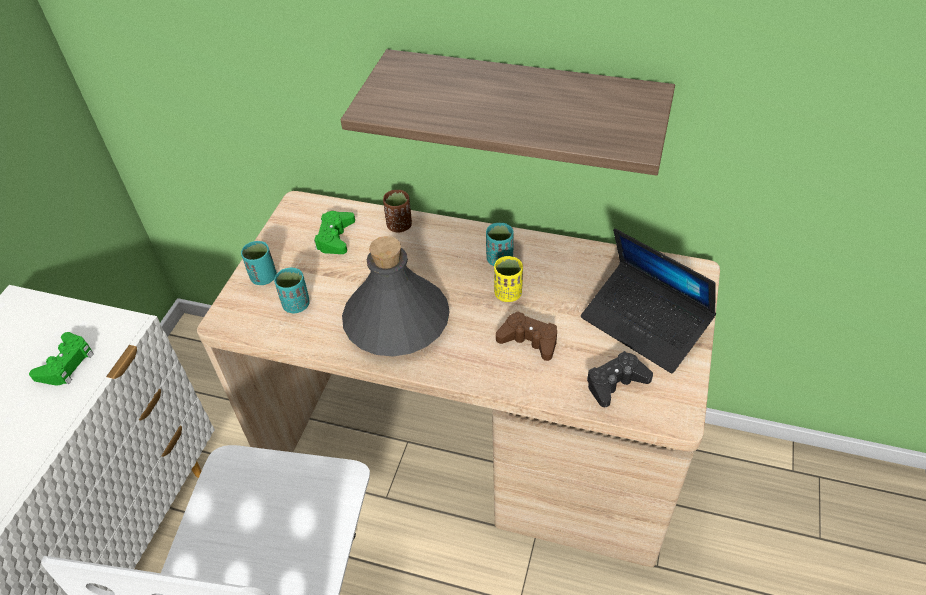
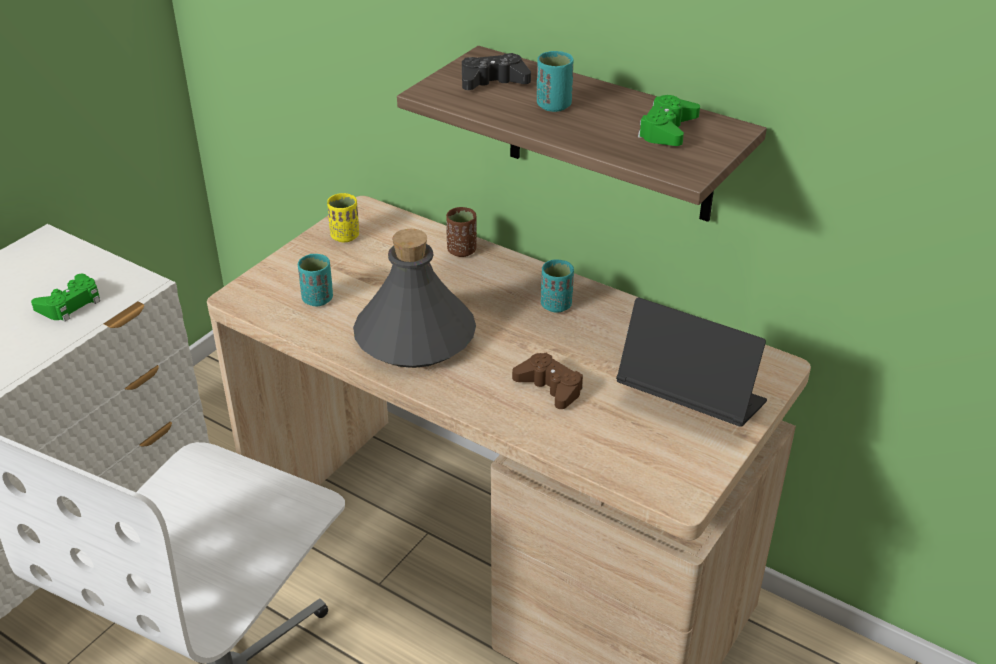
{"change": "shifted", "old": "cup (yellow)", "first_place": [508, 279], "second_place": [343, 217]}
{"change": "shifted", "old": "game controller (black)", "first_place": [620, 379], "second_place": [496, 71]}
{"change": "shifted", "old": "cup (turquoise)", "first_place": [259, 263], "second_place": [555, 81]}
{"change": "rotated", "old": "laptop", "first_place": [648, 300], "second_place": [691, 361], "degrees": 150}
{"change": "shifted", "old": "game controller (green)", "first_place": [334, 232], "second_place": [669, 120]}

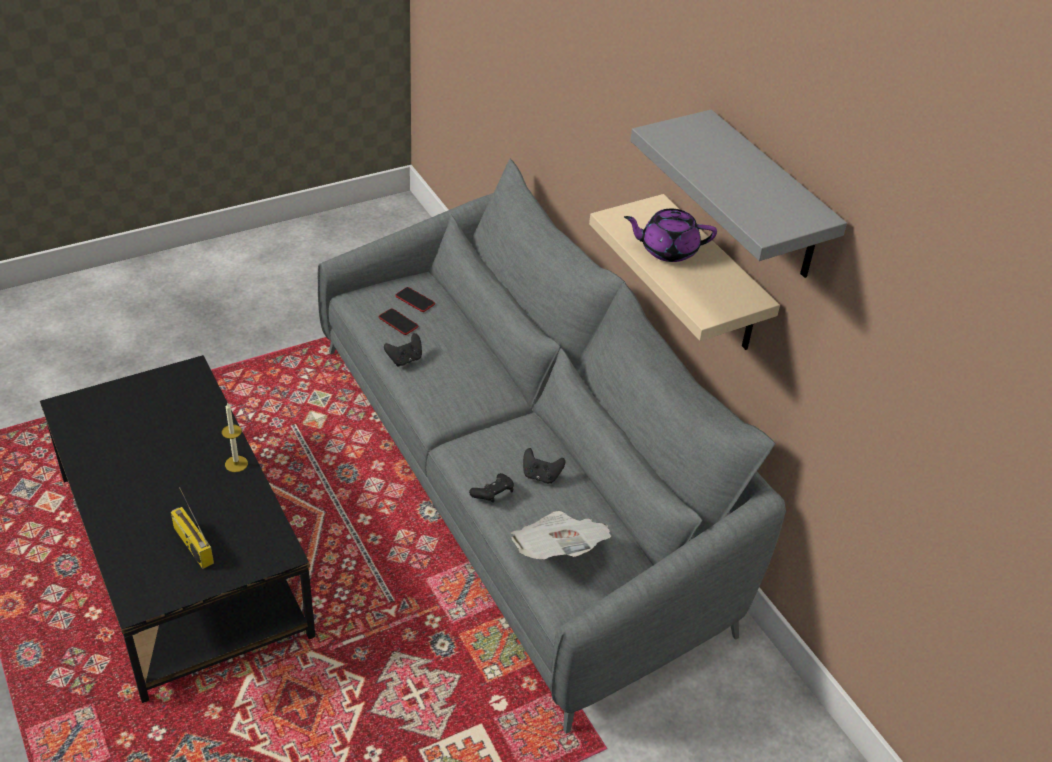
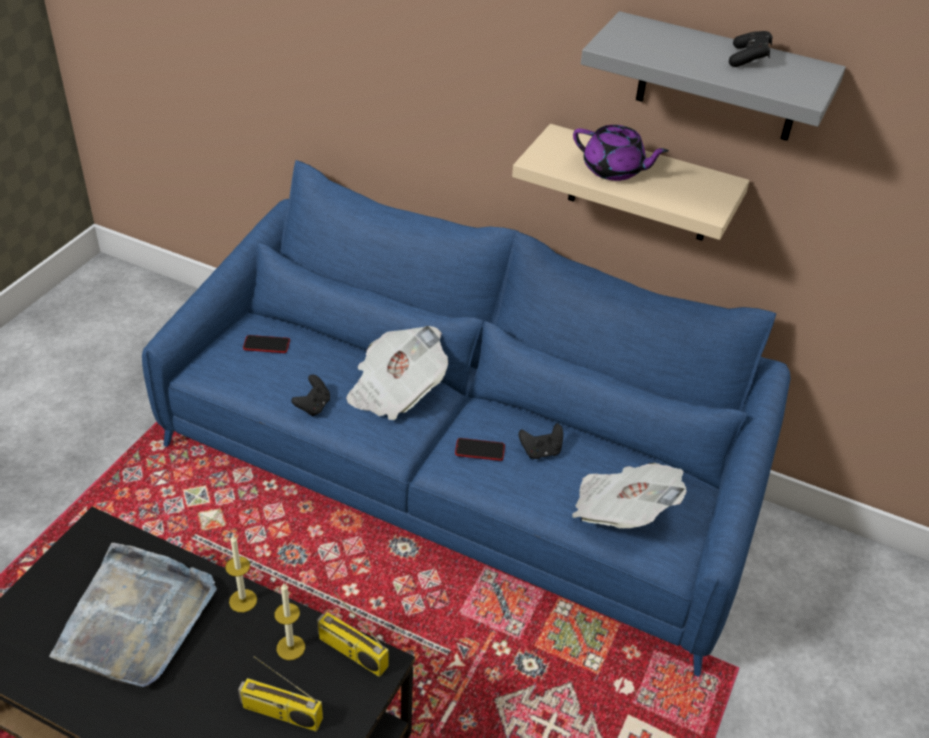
{"change": "new", "new": "tray (grey)", "second_place": [133, 615]}
{"change": "repainted", "old": "sofa (grey)", "new": "sofa (blue)", "first_place": [552, 446], "second_place": [466, 418]}
{"change": "new", "new": "candle", "second_place": [289, 621]}
{"change": "new", "new": "radio", "second_place": [353, 634]}
{"change": "new", "new": "newspaper", "second_place": [397, 373]}
{"change": "shifted", "old": "phone", "first_place": [398, 321], "second_place": [480, 449]}
{"change": "rotated", "old": "teapot (purple)", "first_place": [670, 235], "second_place": [621, 153], "degrees": -120}
{"change": "shifted", "old": "game controller (black)", "first_place": [491, 488], "second_place": [751, 49]}

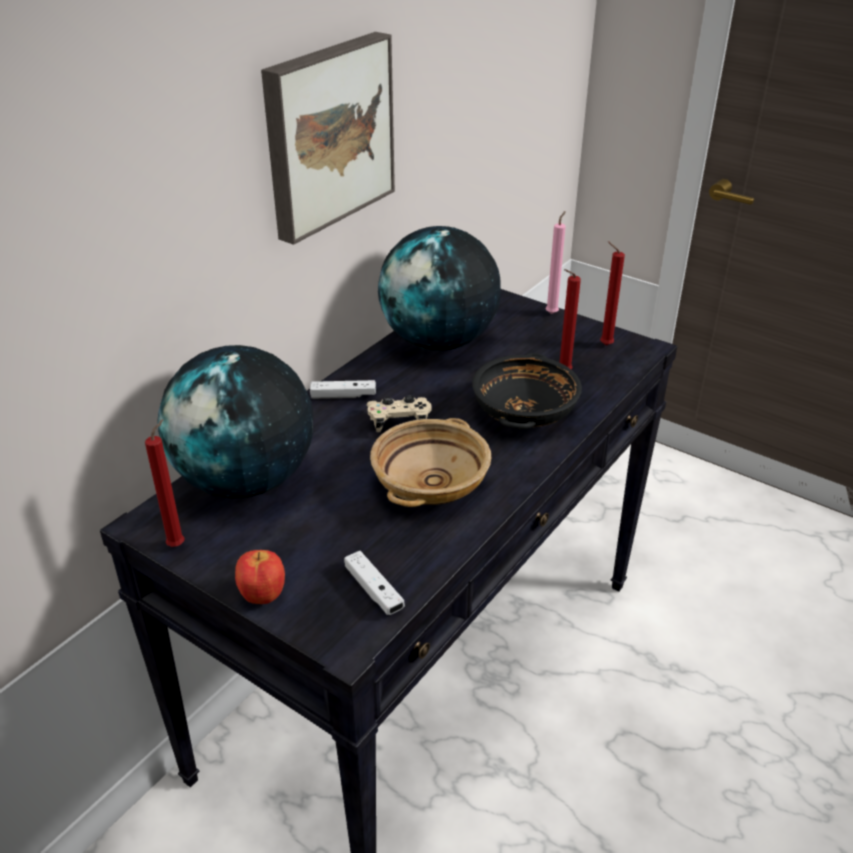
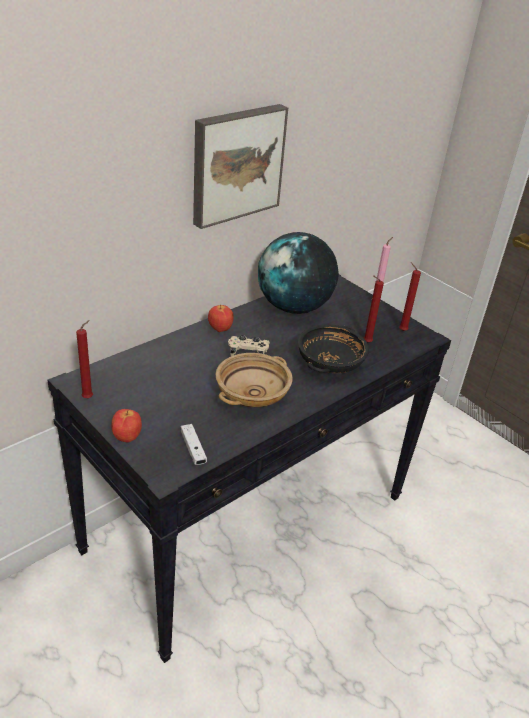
{"change": "swapped", "old": "game controller (white)", "new": "apple", "first_place": [343, 389], "second_place": [221, 318]}
{"change": "gone", "old": "globe", "first_place": [235, 421]}

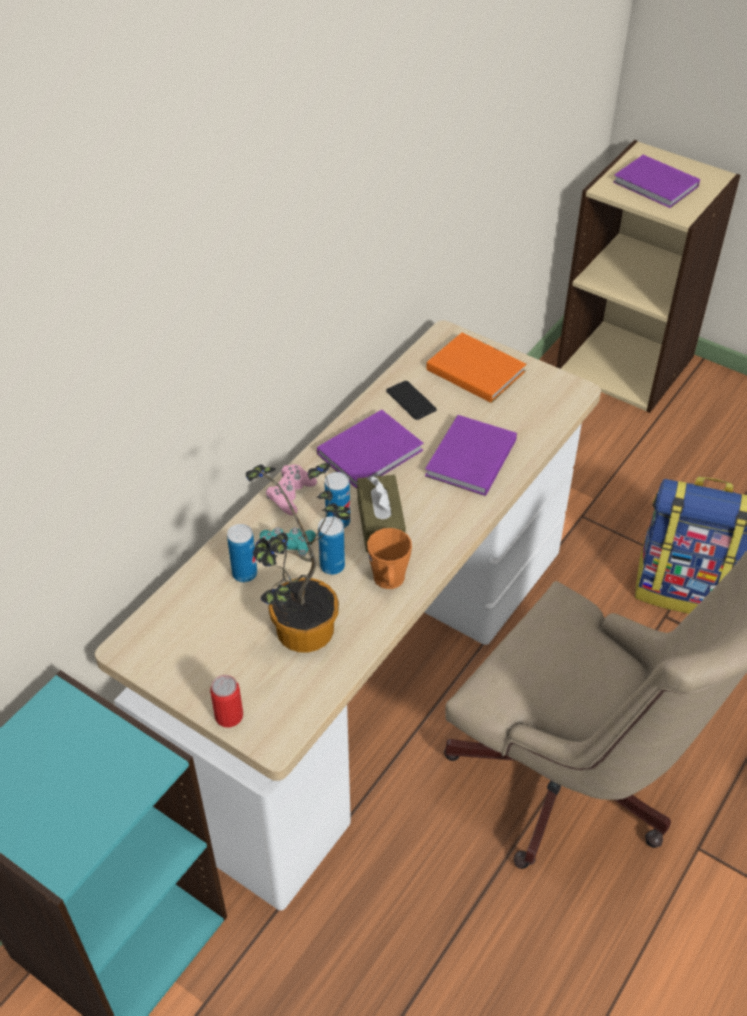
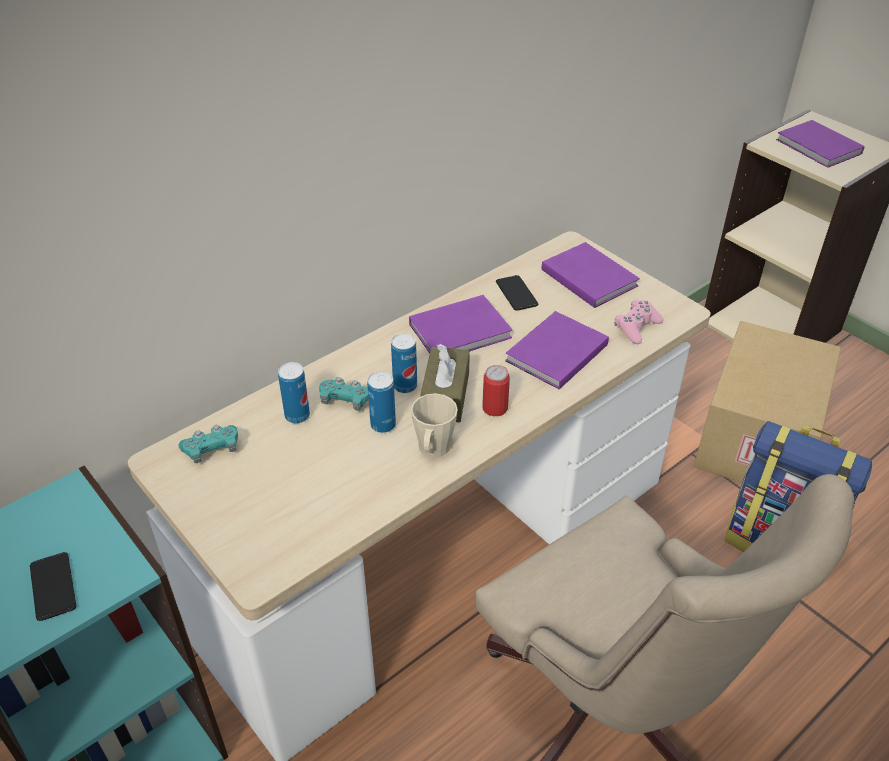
{"change": "new", "new": "phone", "second_place": [53, 586]}
{"change": "new", "new": "game controller (turquoise)", "second_place": [208, 444]}
{"change": "repainted", "old": "mug (orange)", "new": "mug (beige)", "first_place": [389, 558], "second_place": [434, 425]}
{"change": "shifted", "old": "can", "first_place": [226, 701], "second_place": [496, 390]}
{"change": "repainted", "old": "book (orange)", "new": "book (purple)", "first_place": [476, 367], "second_place": [591, 275]}
{"change": "shifted", "old": "game controller (pink)", "first_place": [291, 489], "second_place": [639, 322]}
{"change": "new", "new": "cardboard box", "second_place": [767, 401]}
{"change": "gone", "old": "potted plant", "first_place": [298, 557]}

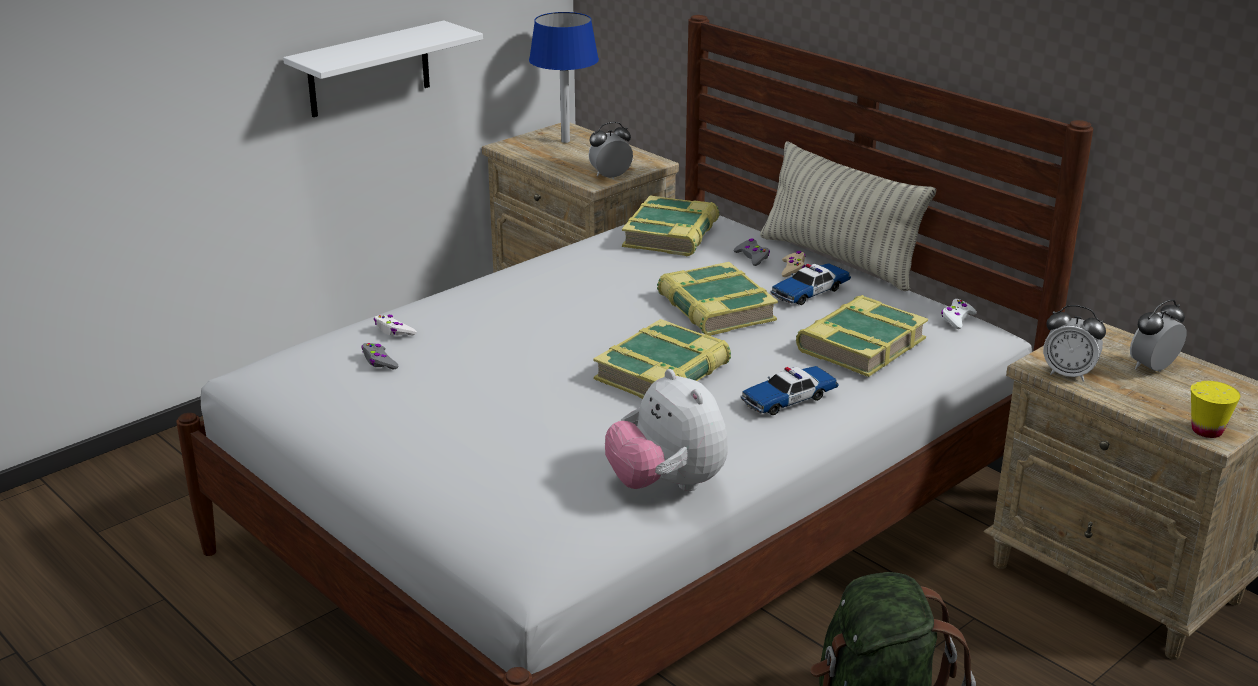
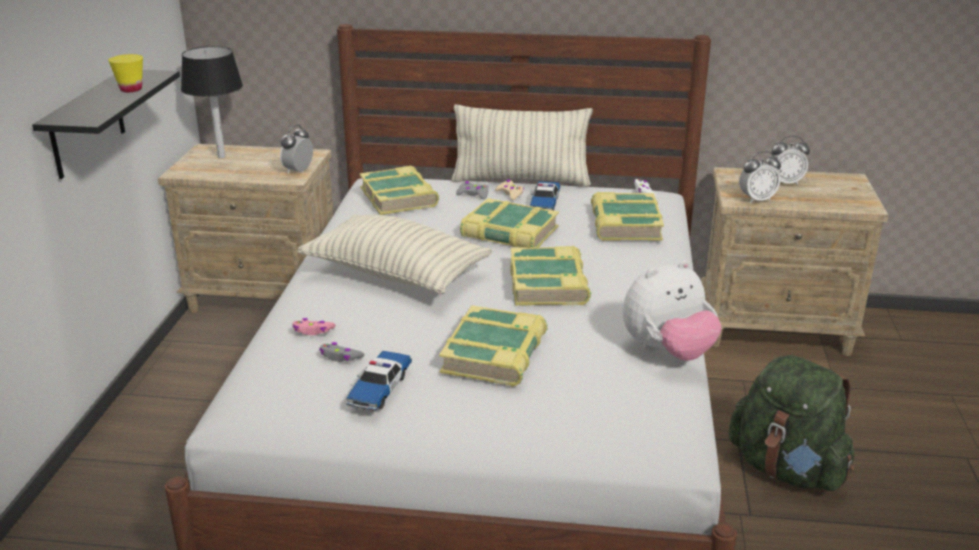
{"change": "repainted", "old": "shelf (white)", "new": "shelf (black)", "first_place": [383, 68], "second_place": [106, 124]}
{"change": "shifted", "old": "cup (yellow)", "first_place": [1215, 409], "second_place": [125, 73]}
{"change": "repainted", "old": "table lamp (blue)", "new": "table lamp (black)", "first_place": [564, 77], "second_place": [212, 102]}
{"change": "repainted", "old": "game controller (white)", "new": "game controller (pink)", "first_place": [395, 325], "second_place": [313, 326]}
{"change": "new", "new": "pillow", "second_place": [394, 254]}
{"change": "shifted", "old": "toy car", "first_place": [789, 390], "second_place": [379, 381]}
{"change": "new", "new": "book", "second_place": [493, 346]}
{"change": "rotated", "old": "plush toy", "first_place": [666, 430], "second_place": [672, 310], "degrees": -45}
{"change": "rotated", "old": "alarm clock", "first_place": [1158, 335], "second_place": [789, 160], "degrees": -105}

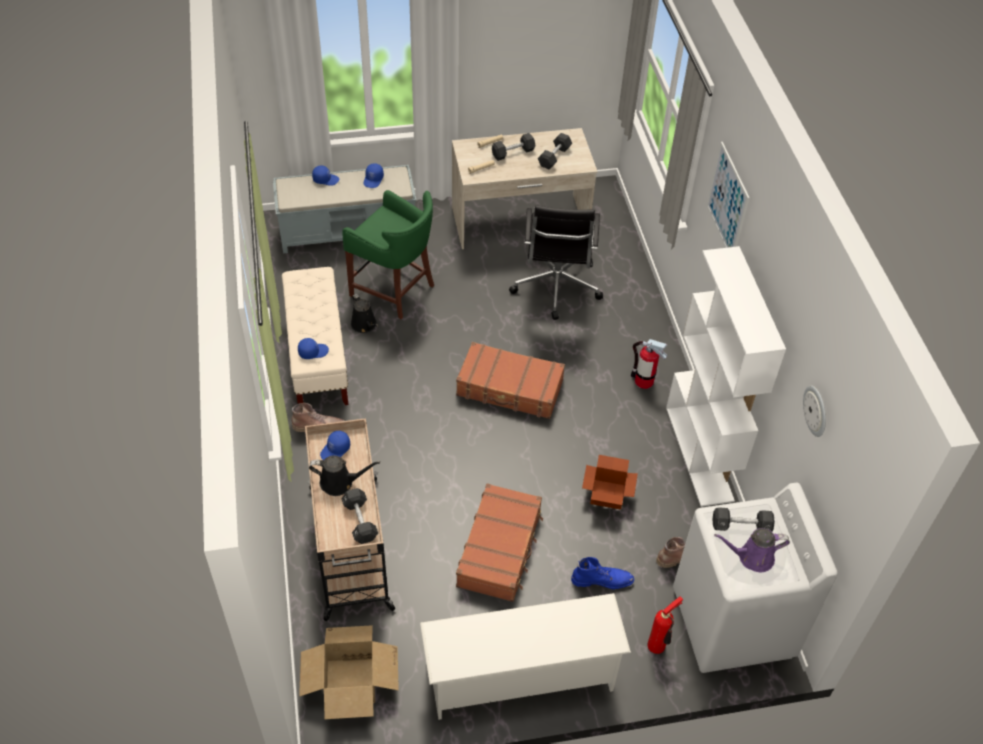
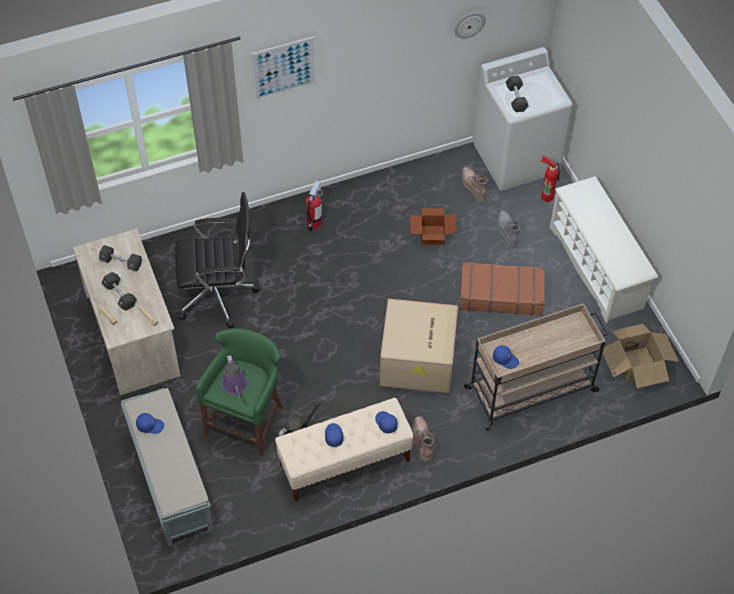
{"change": "shifted", "old": "watering can (purple)", "first_place": [752, 550], "second_place": [234, 376]}
{"change": "shifted", "old": "cap (blue)", "first_place": [325, 176], "second_place": [334, 435]}
{"change": "new", "new": "cardboard box", "second_place": [418, 346]}
{"change": "repainted", "old": "boot (blue)", "new": "boot (grey)", "first_place": [602, 573], "second_place": [508, 229]}
{"change": "gone", "old": "watering can (black)", "first_place": [344, 476]}
{"change": "gone", "old": "dumbbell (black)", "first_place": [359, 516]}
{"change": "gone", "old": "suitcase (brown)", "first_place": [510, 380]}
{"change": "gone", "old": "bookcase (white)", "first_place": [726, 376]}

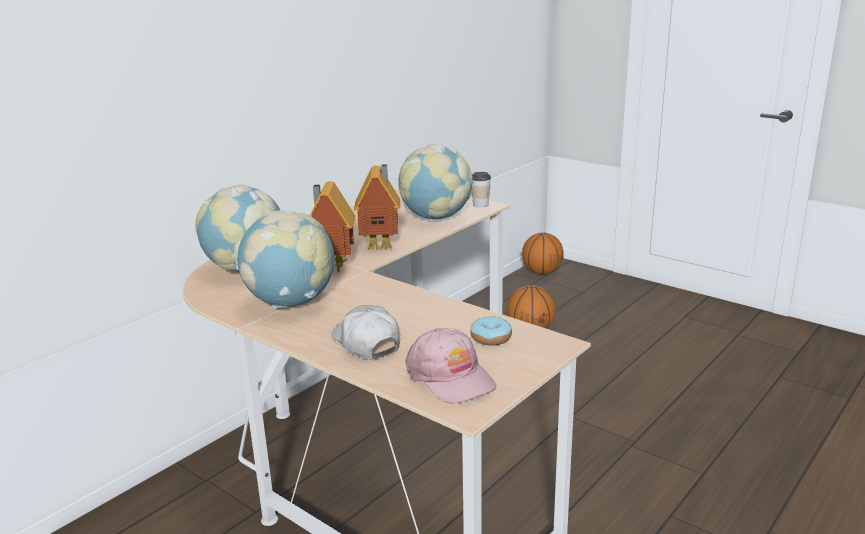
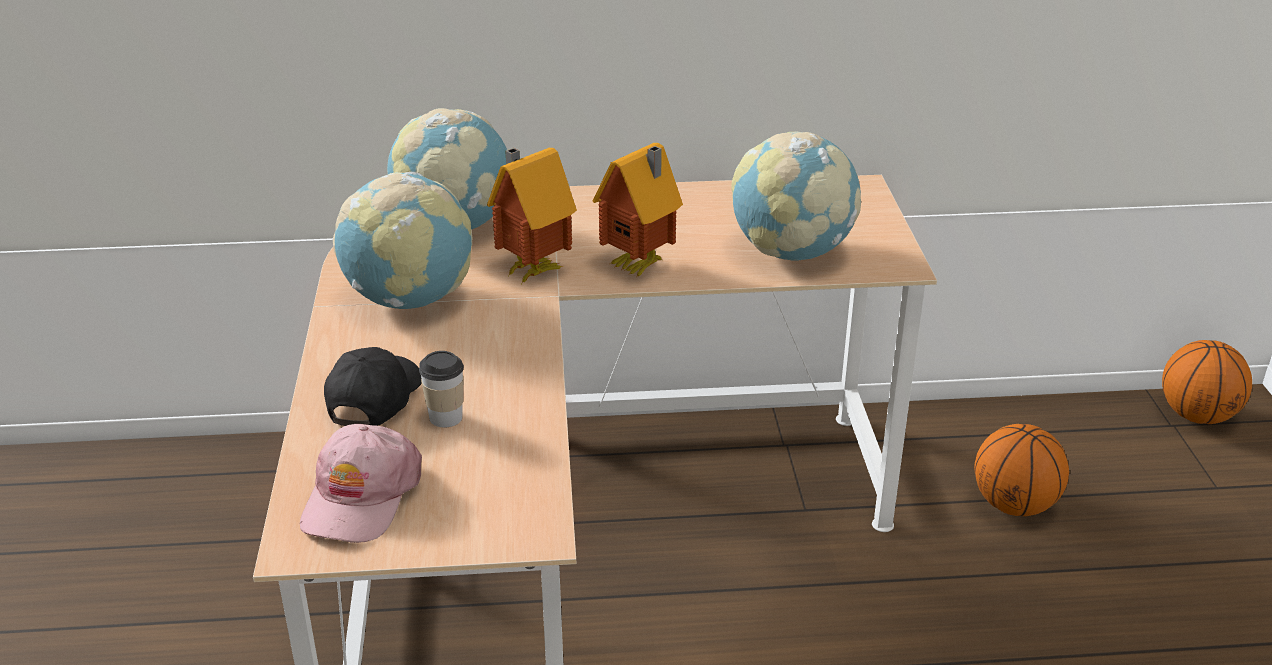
{"change": "repainted", "old": "cap (white)", "new": "cap (black)", "first_place": [365, 332], "second_place": [373, 386]}
{"change": "shifted", "old": "cup", "first_place": [481, 189], "second_place": [441, 389]}
{"change": "gone", "old": "donut", "first_place": [491, 331]}

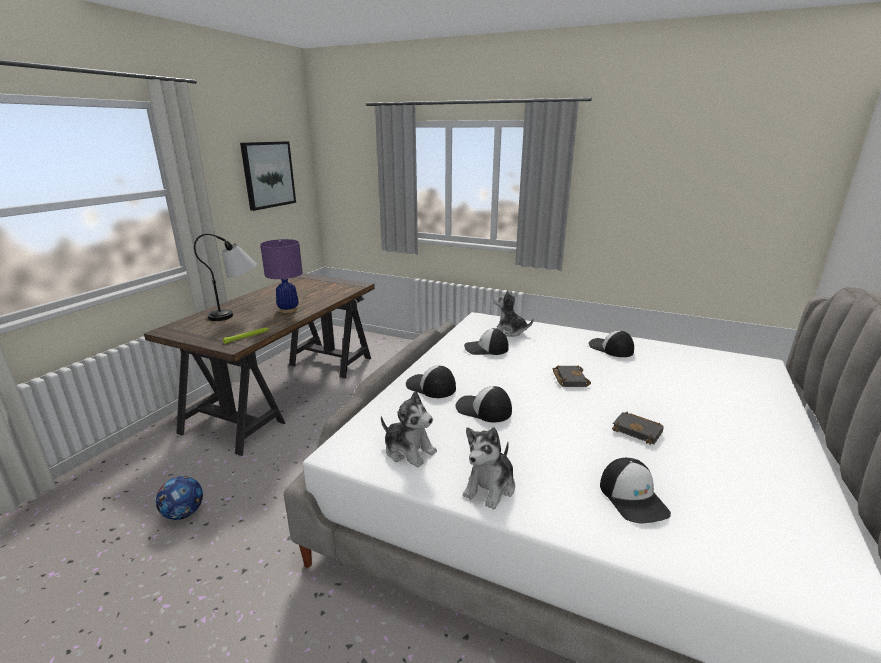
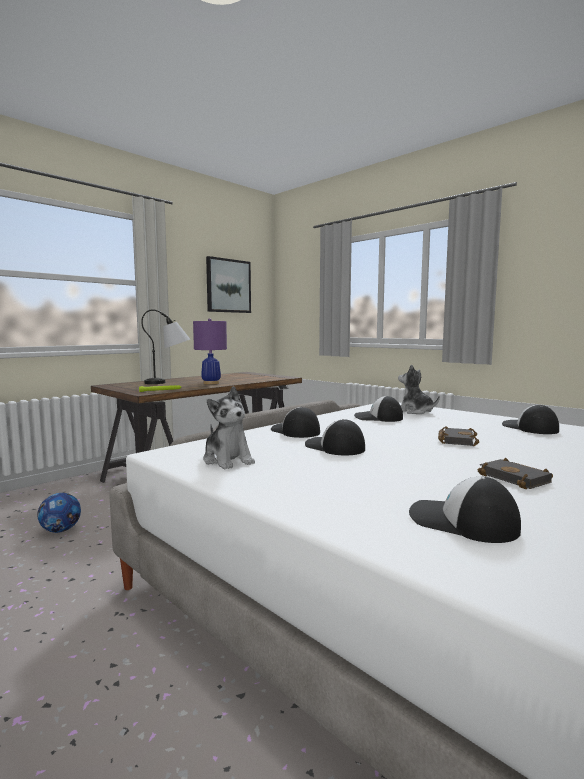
{"change": "rotated", "old": "cap", "first_place": [635, 491], "second_place": [465, 510], "degrees": 120}
{"change": "gone", "old": "plush toy", "first_place": [489, 468]}

